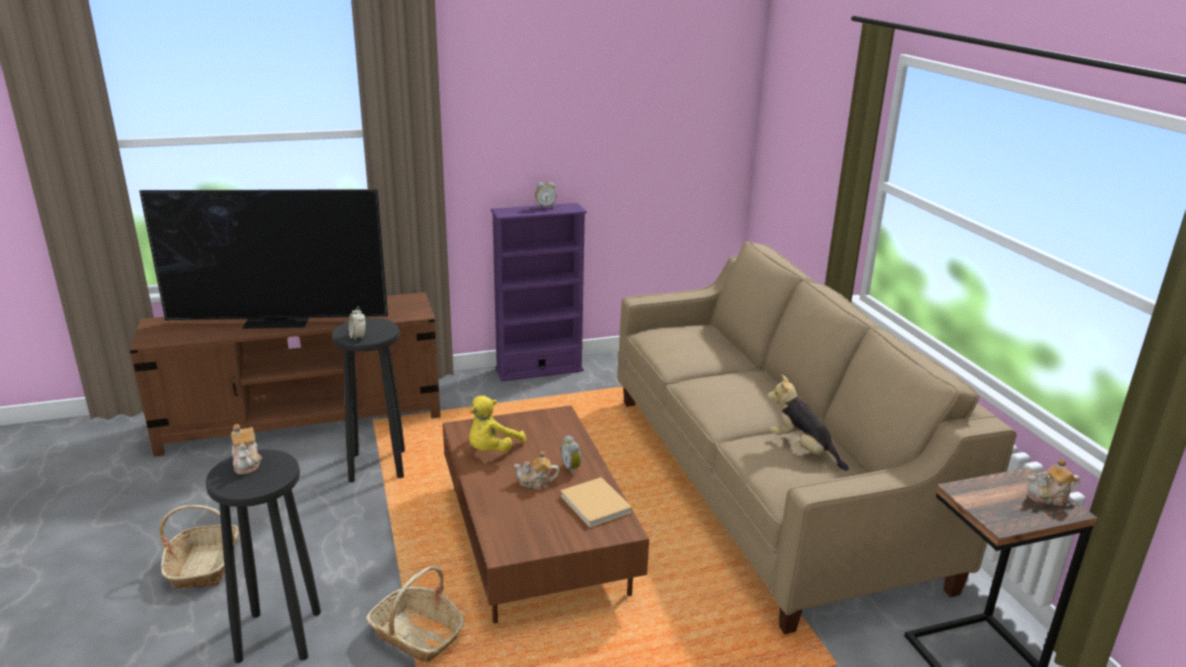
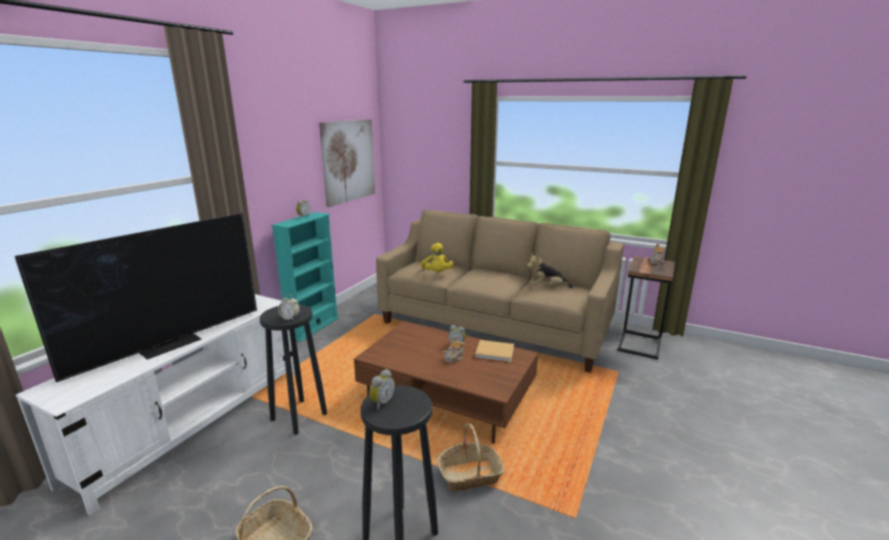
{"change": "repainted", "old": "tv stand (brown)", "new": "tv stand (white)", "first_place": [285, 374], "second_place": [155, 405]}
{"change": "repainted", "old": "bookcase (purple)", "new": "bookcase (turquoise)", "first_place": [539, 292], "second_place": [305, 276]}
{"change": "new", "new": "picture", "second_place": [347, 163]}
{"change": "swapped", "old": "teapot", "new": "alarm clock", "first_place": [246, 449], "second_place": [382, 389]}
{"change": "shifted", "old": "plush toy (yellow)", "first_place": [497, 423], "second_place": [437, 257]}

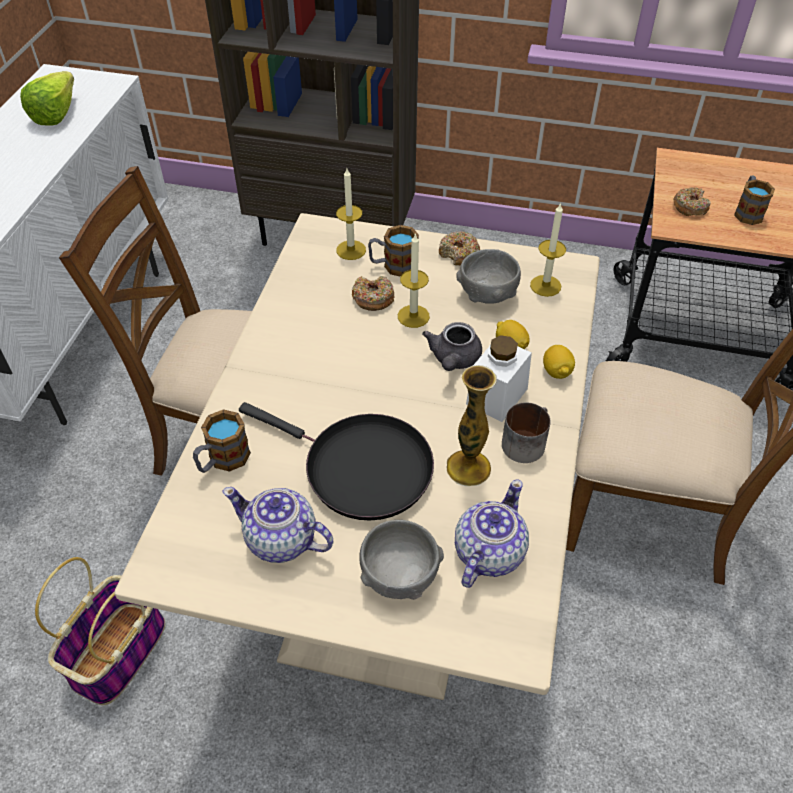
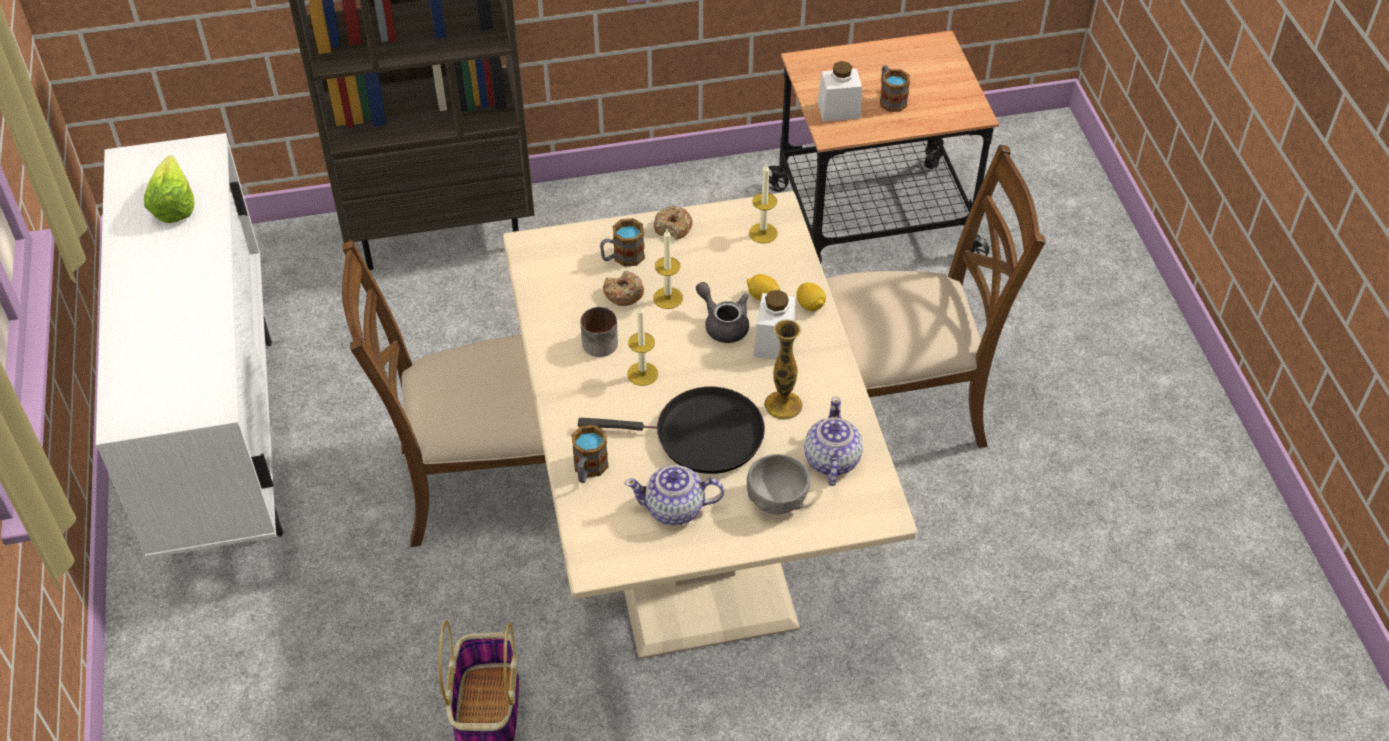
{"change": "shifted", "old": "mug", "first_place": [526, 432], "second_place": [599, 332]}
{"change": "shifted", "old": "candle", "first_place": [351, 214], "second_place": [642, 346]}
{"change": "rotated", "old": "teapot (grey)", "first_place": [452, 346], "second_place": [722, 312], "degrees": 150}
{"change": "swapped", "old": "donut", "new": "jar (white)", "first_place": [692, 201], "second_place": [840, 91]}
{"change": "gone", "old": "bowl (grey)", "first_place": [488, 276]}

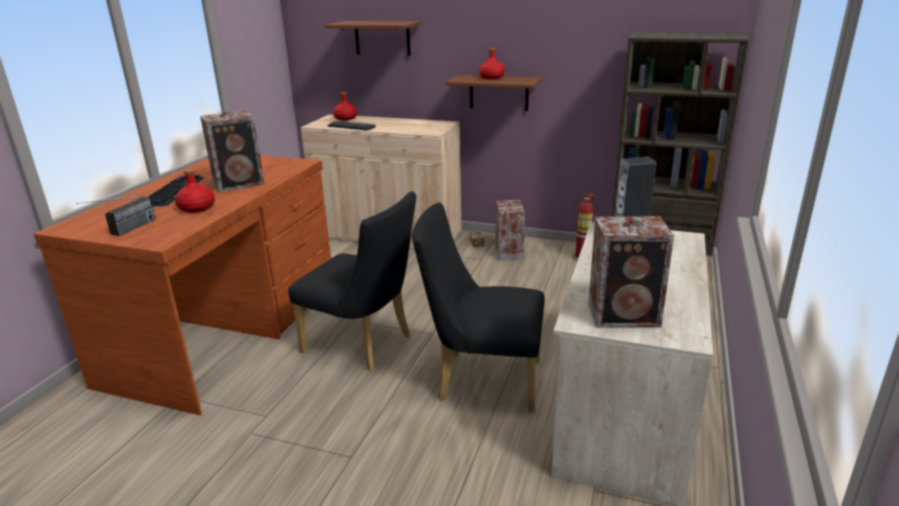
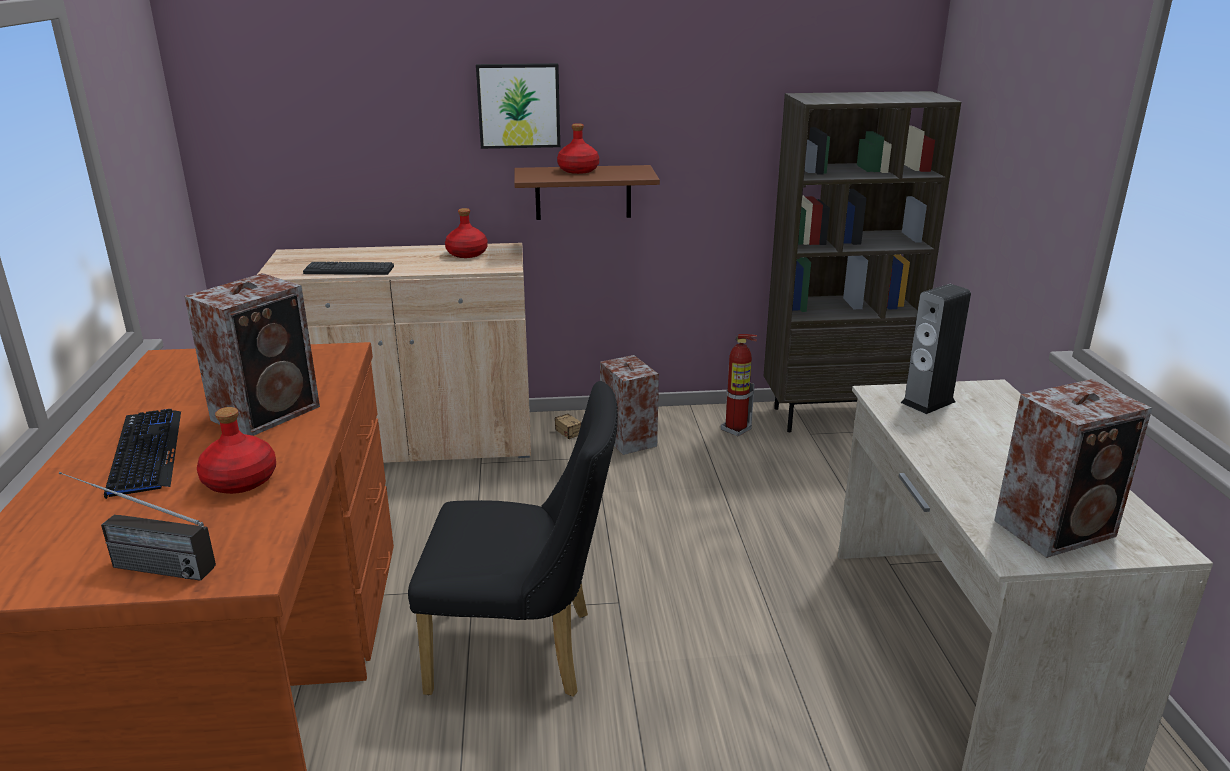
{"change": "rotated", "old": "radio", "first_place": [116, 216], "second_place": [137, 526], "degrees": 105}
{"change": "shifted", "old": "bottle (red)", "first_place": [345, 106], "second_place": [466, 233]}
{"change": "new", "new": "picture", "second_place": [518, 106]}
{"change": "gone", "old": "shelf (brown)", "first_place": [373, 38]}
{"change": "gone", "old": "chair (black)", "first_place": [478, 307]}

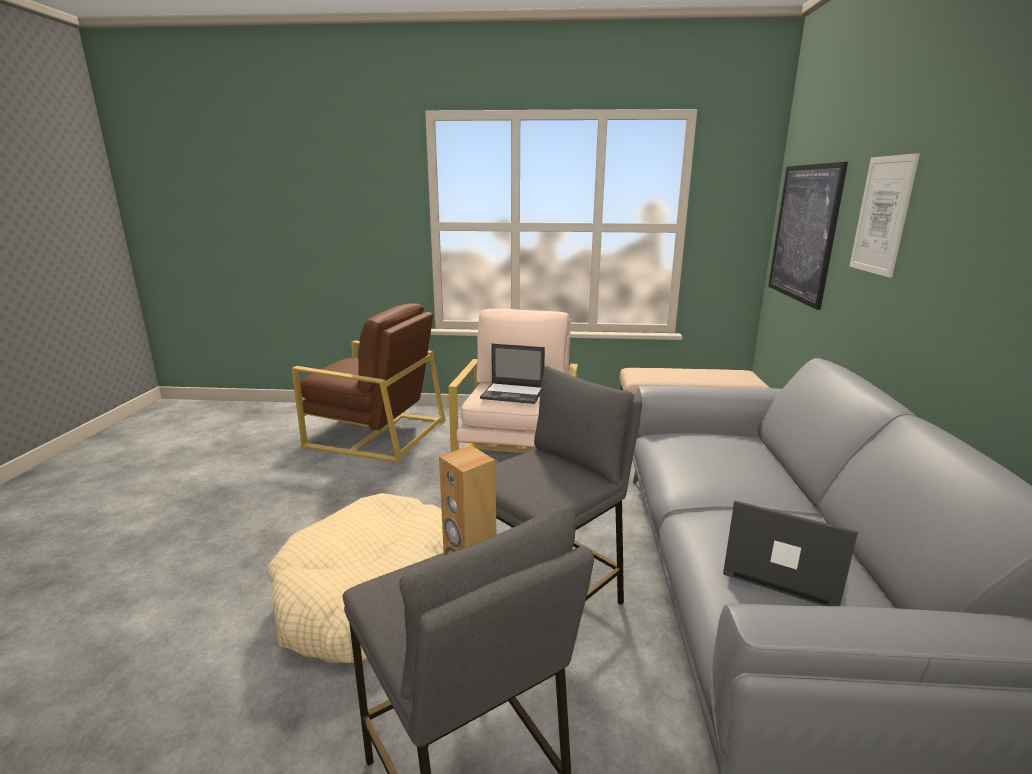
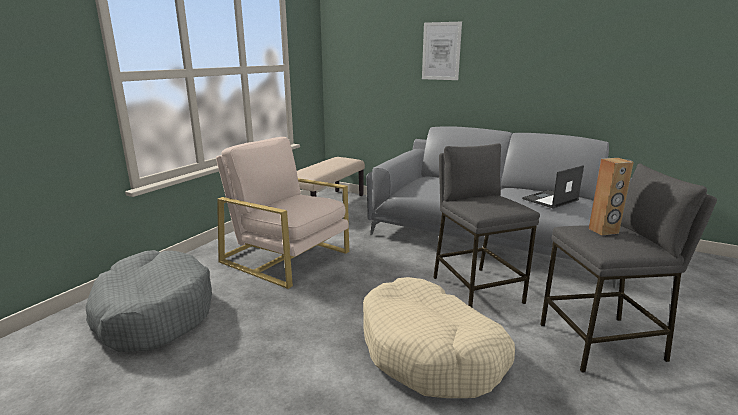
{"change": "swapped", "old": "armchair (brown)", "new": "dog bed (grey)", "first_place": [369, 383], "second_place": [149, 301]}
{"change": "gone", "old": "laptop", "first_place": [512, 374]}
{"change": "gone", "old": "picture", "first_place": [808, 236]}

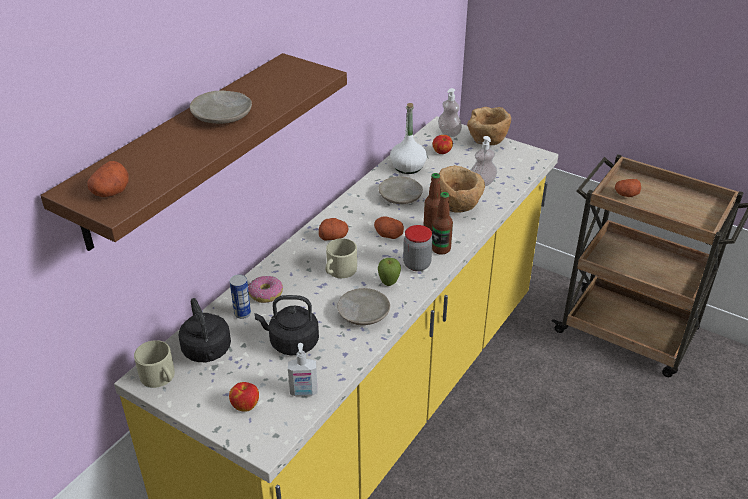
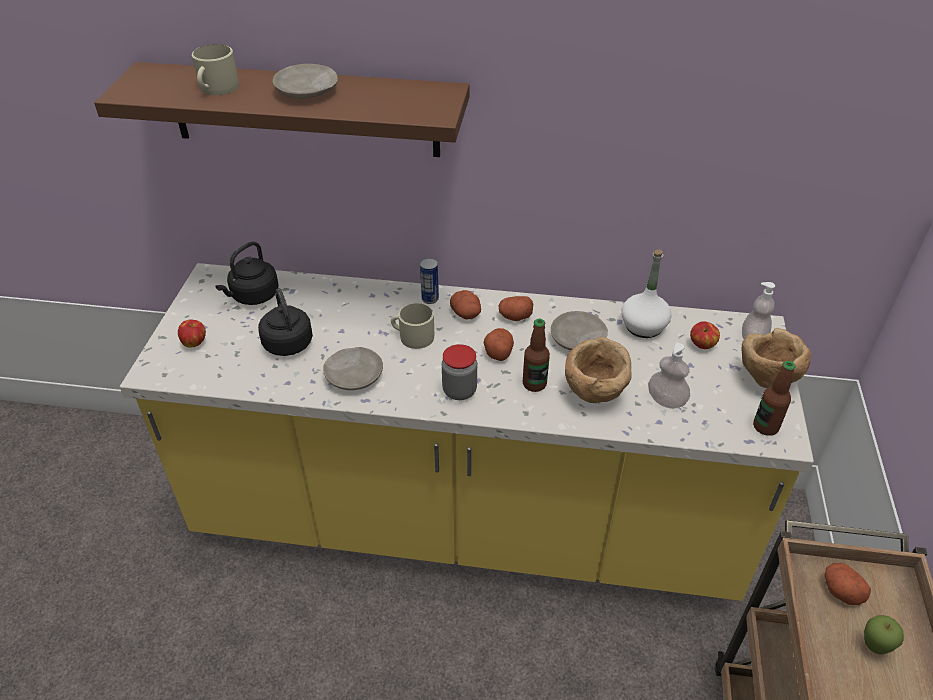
{"change": "shifted", "old": "mug (beige)", "first_place": [154, 364], "second_place": [215, 69]}
{"change": "shifted", "old": "can", "first_place": [240, 296], "second_place": [429, 281]}
{"change": "shifted", "old": "potato", "first_place": [108, 179], "second_place": [516, 308]}
{"change": "shifted", "old": "bottle", "first_place": [442, 223], "second_place": [774, 398]}
{"change": "shifted", "old": "apple", "first_place": [389, 272], "second_place": [884, 635]}
{"change": "gone", "old": "donut", "first_place": [265, 289]}
{"change": "gone", "old": "soap dispenser", "first_place": [303, 369]}

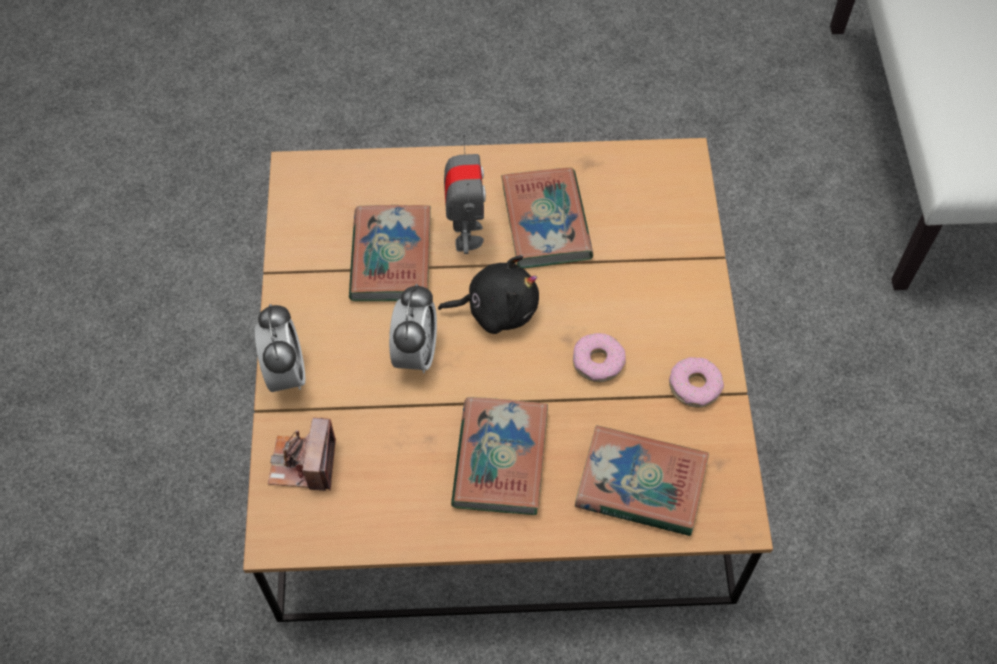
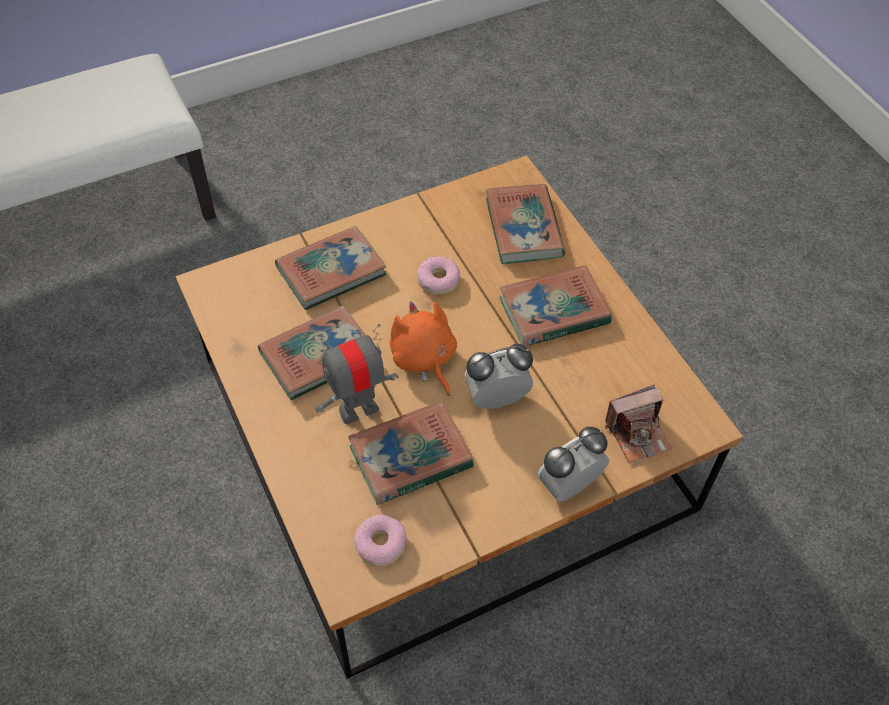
{"change": "new", "new": "book", "second_place": [330, 268]}
{"change": "shifted", "old": "donut", "first_place": [696, 382], "second_place": [380, 540]}
{"change": "repainted", "old": "plush toy (black)", "new": "plush toy (orange)", "first_place": [488, 294], "second_place": [423, 348]}

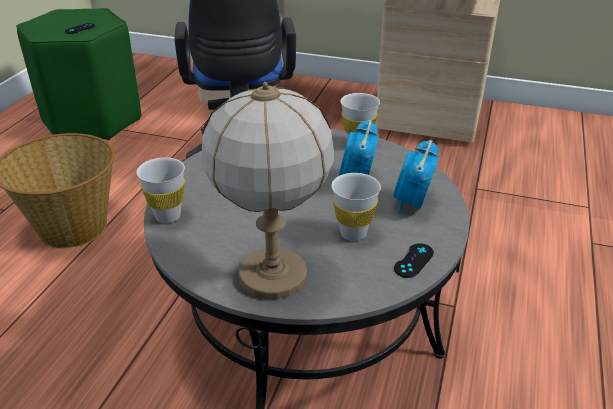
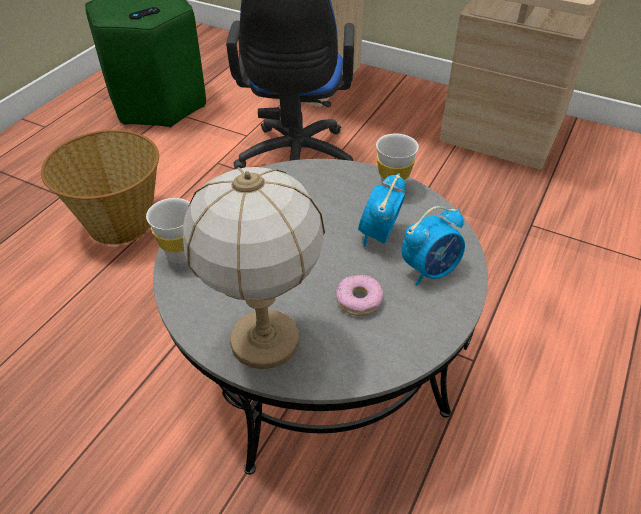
{"change": "swapped", "old": "cup (white)", "new": "donut", "first_place": [356, 207], "second_place": [359, 295]}
{"change": "rotated", "old": "alarm clock", "first_place": [416, 176], "second_place": [433, 246], "degrees": -150}
{"change": "gone", "old": "game controller (black)", "first_place": [414, 260]}

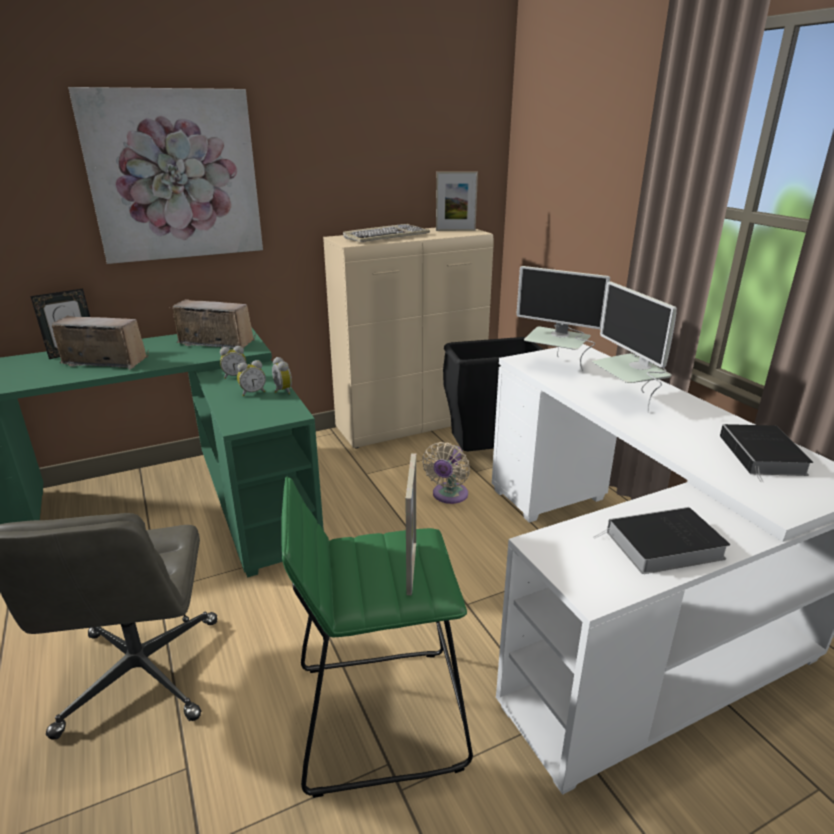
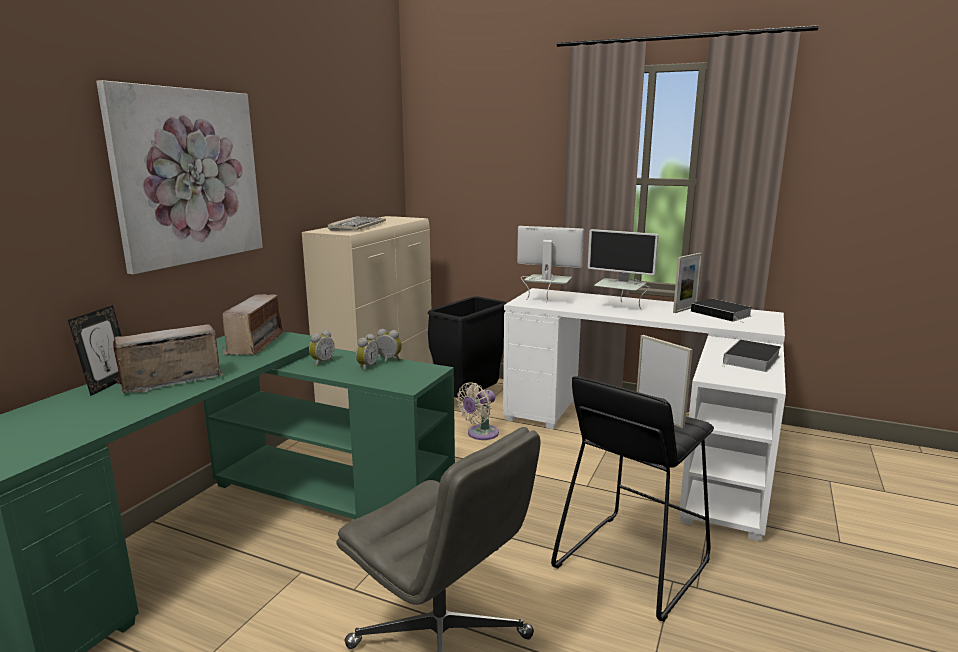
{"change": "rotated", "old": "radio", "first_place": [212, 324], "second_place": [253, 325], "degrees": 120}
{"change": "rotated", "old": "fan (beige)", "first_place": [446, 473], "second_place": [478, 411], "degrees": 60}
{"change": "rotated", "old": "monitor", "first_place": [563, 318], "second_place": [550, 265], "degrees": -150}
{"change": "repainted", "old": "stool (green)", "new": "stool (black)", "first_place": [377, 637], "second_place": [632, 499]}
{"change": "shifted", "old": "picture frame", "first_place": [457, 201], "second_place": [687, 283]}

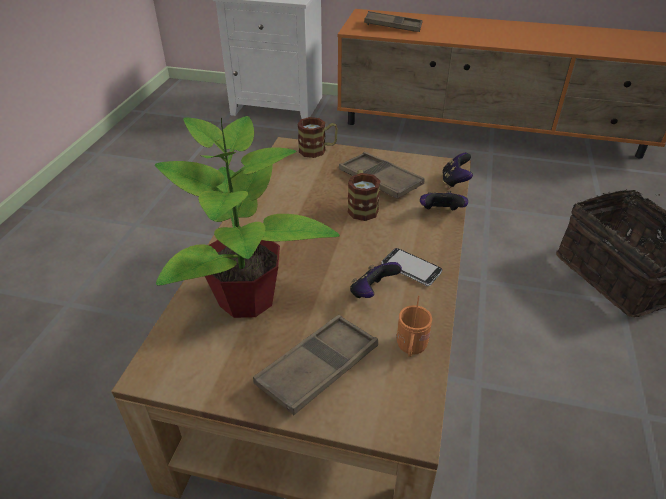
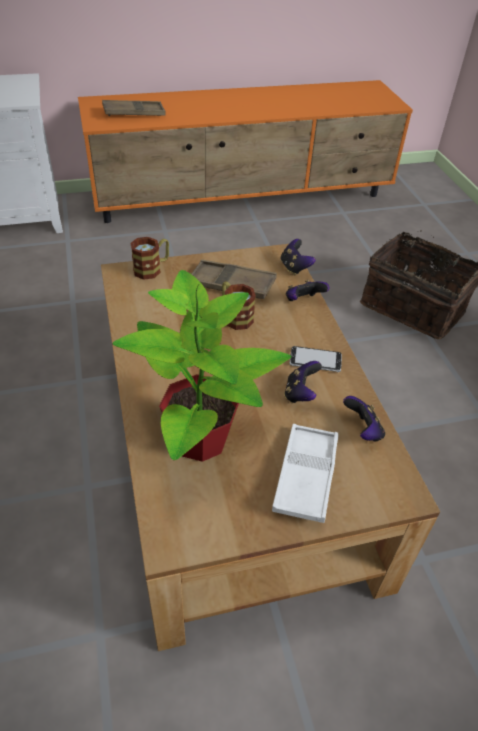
{"change": "repainted", "old": "tray (brown)", "new": "tray (white)", "first_place": [315, 365], "second_place": [305, 473]}
{"change": "swapped", "old": "mug (orange)", "new": "game controller", "first_place": [414, 326], "second_place": [364, 419]}

